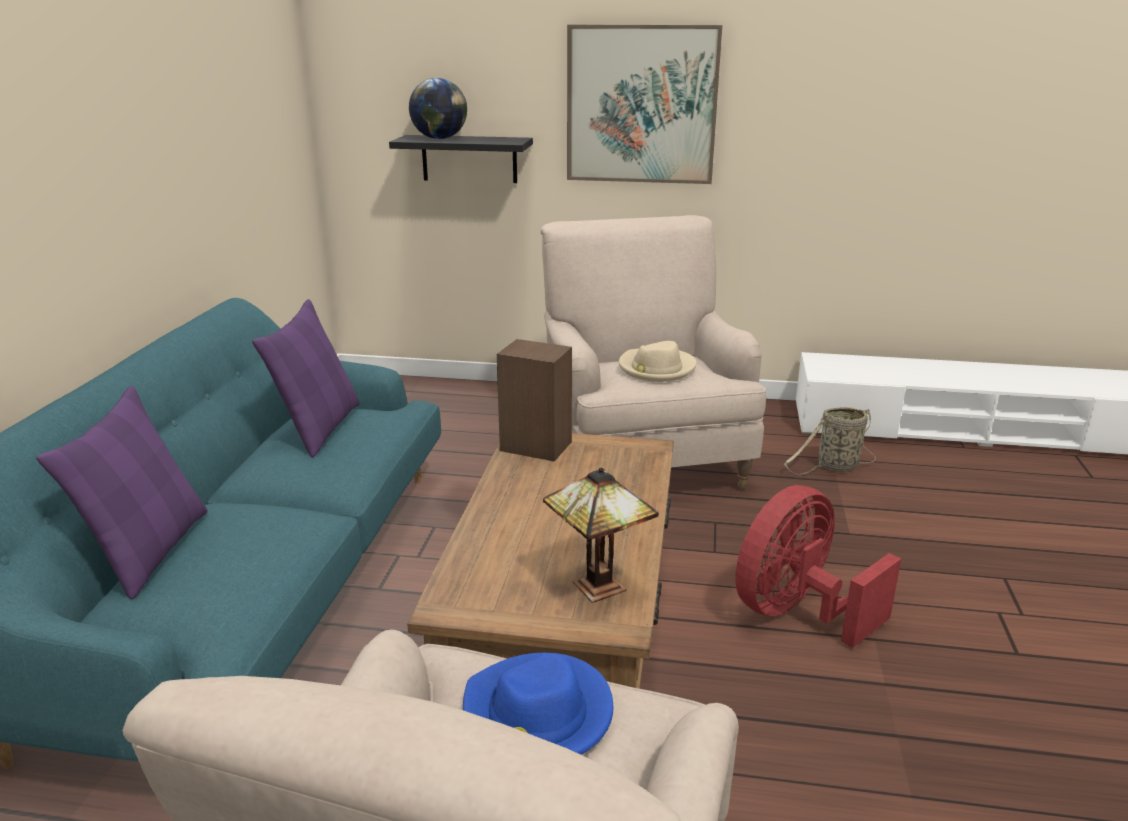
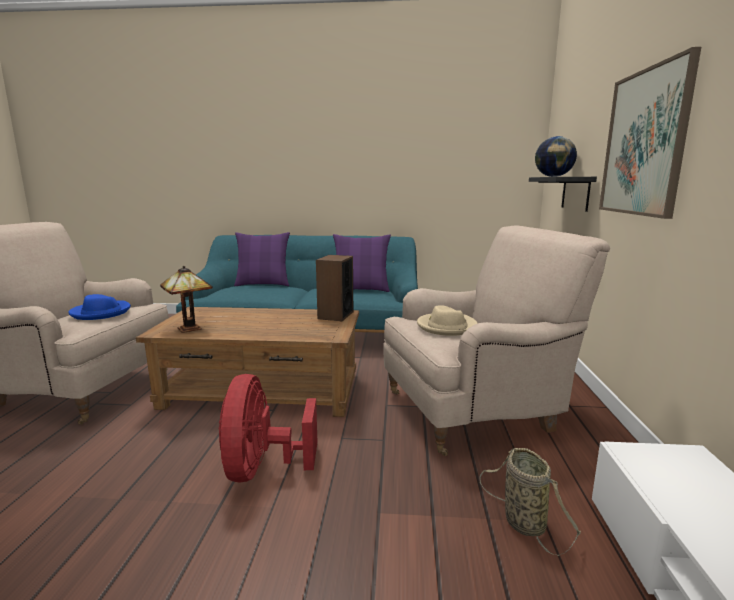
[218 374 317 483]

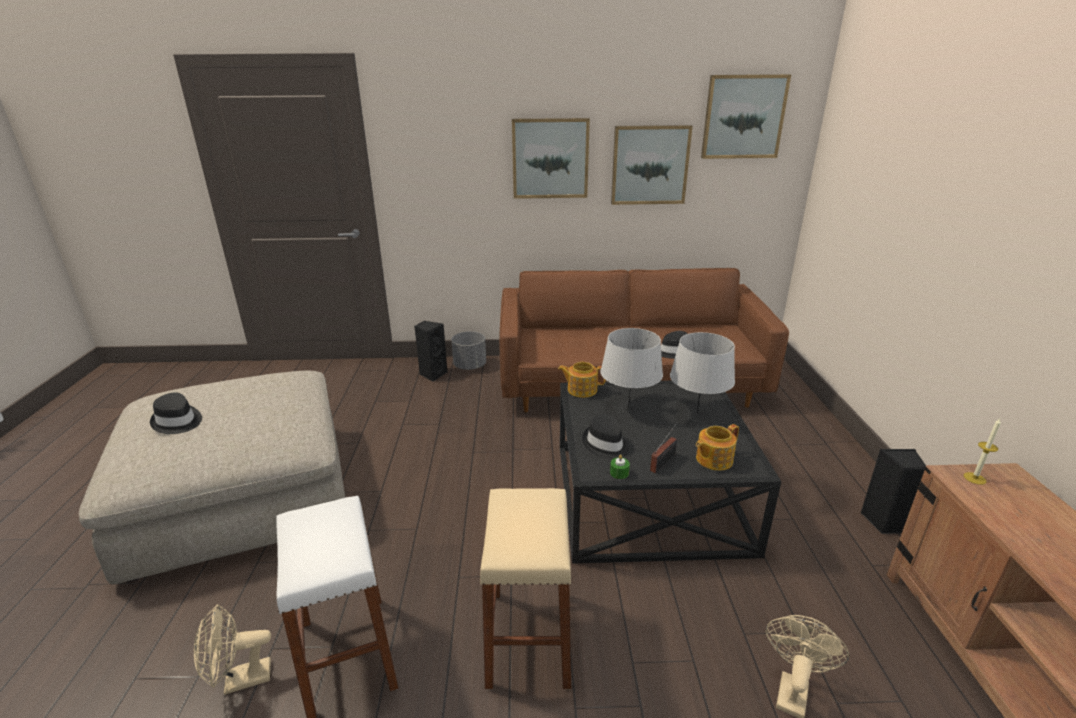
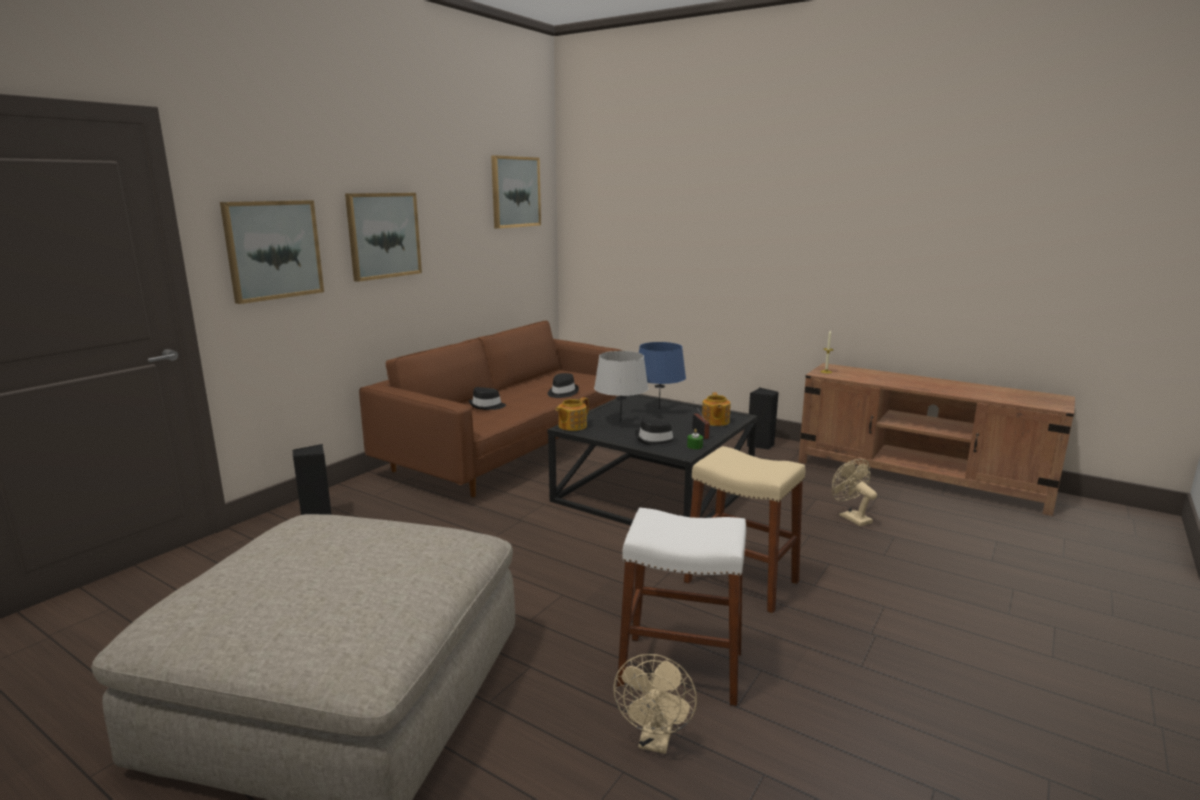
[451 331 486 370] (first image)
[469 387 506 410]
[220 200 324 304]
[639 342 686 409]

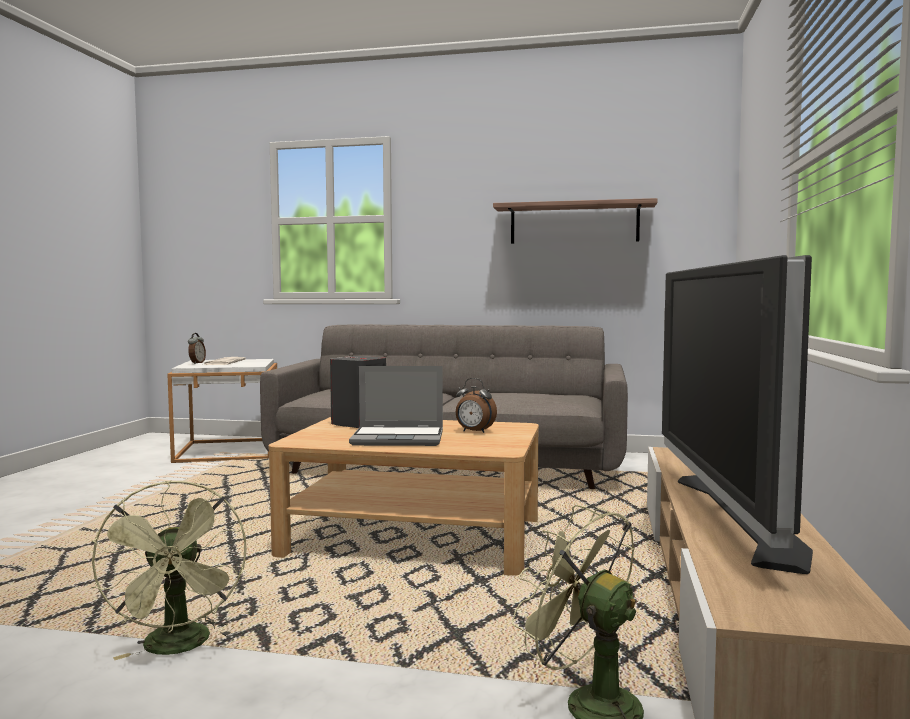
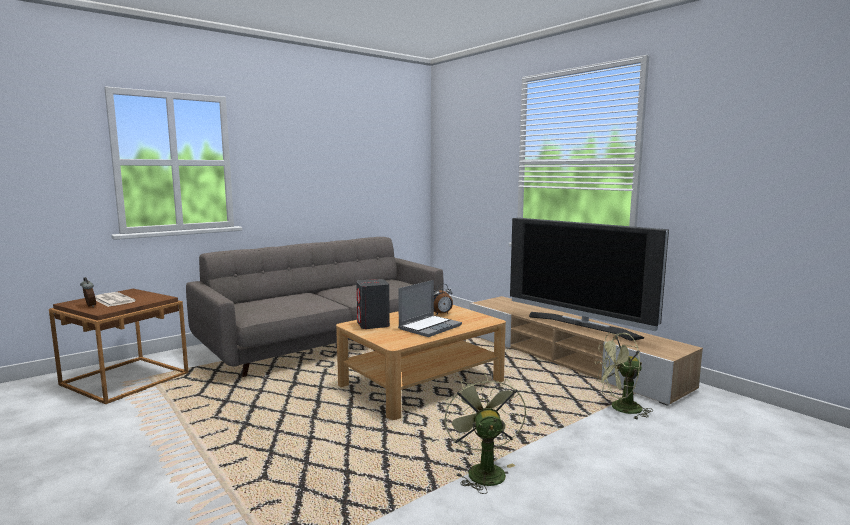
[493 198 658 244] (first image)
[49 289 189 404]
[445 374 526 494]

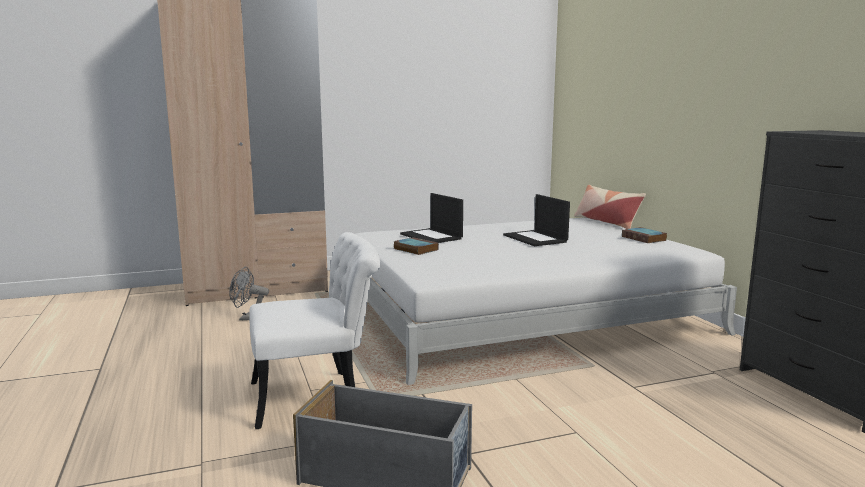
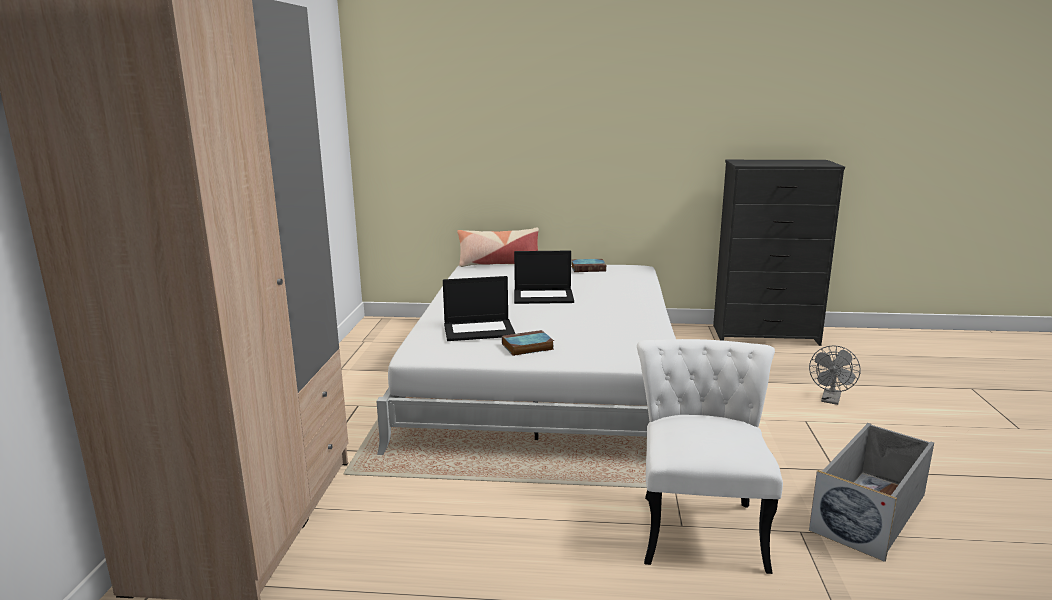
[809 346 861 405]

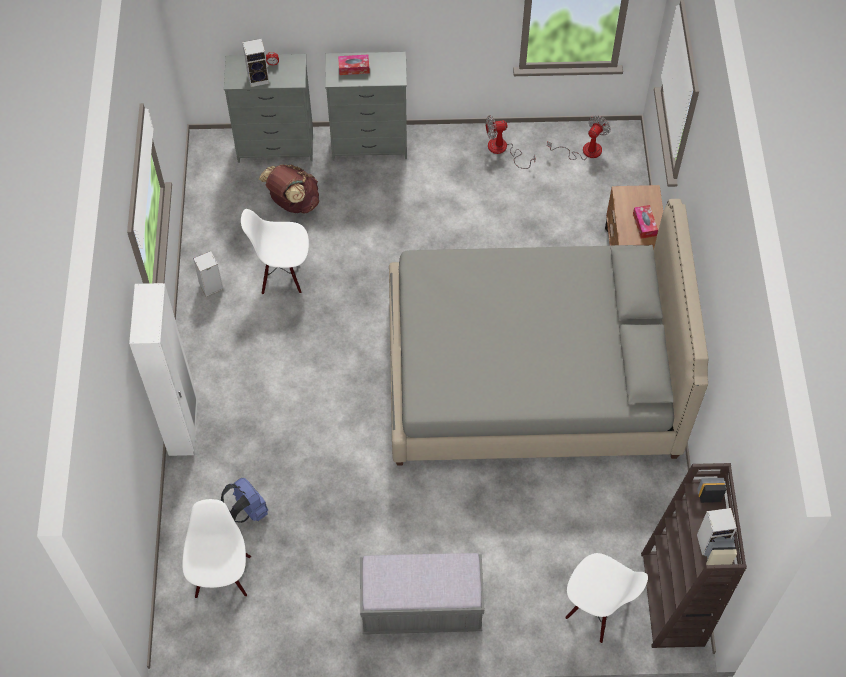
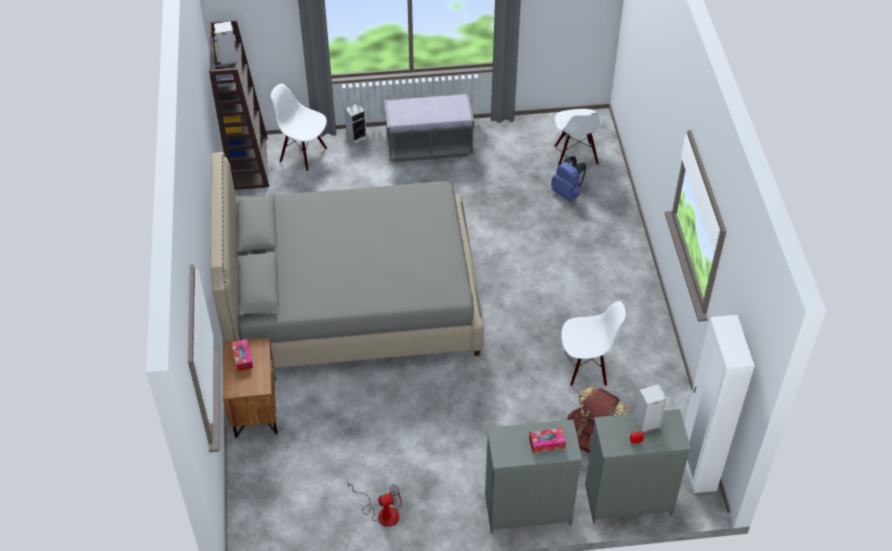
[547 116 611 160] (first image)
[684 315 755 493]
[345 104 367 144]

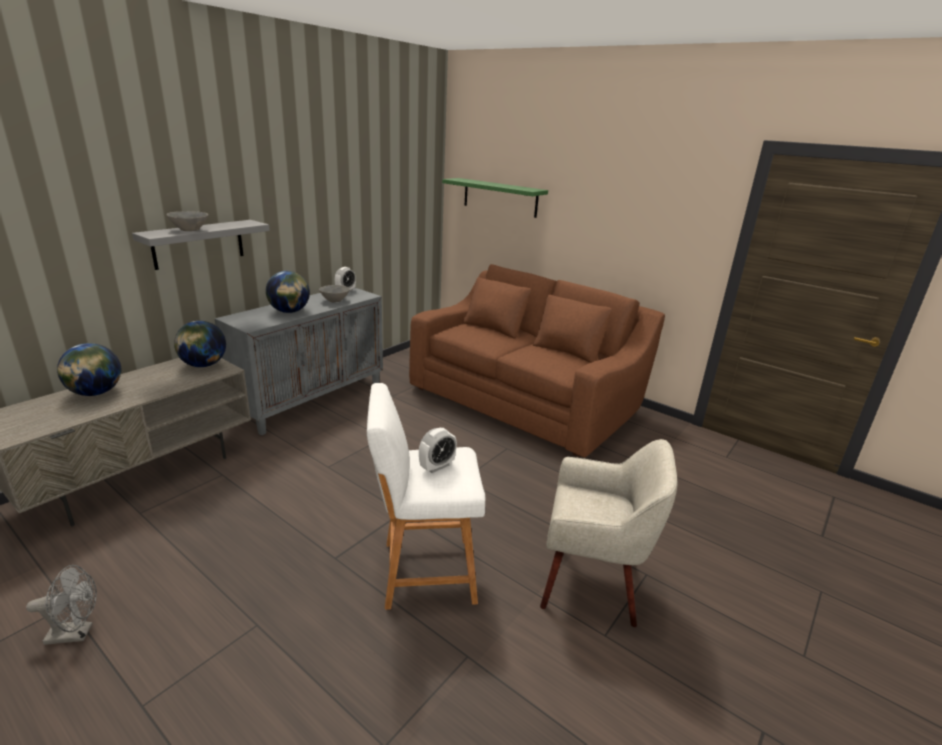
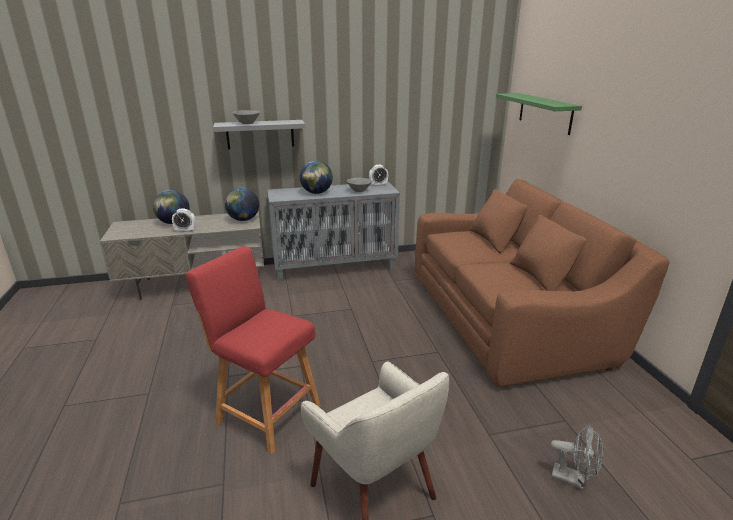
[551 425 603 490]
[172 208 196 232]
[186 246 321 454]

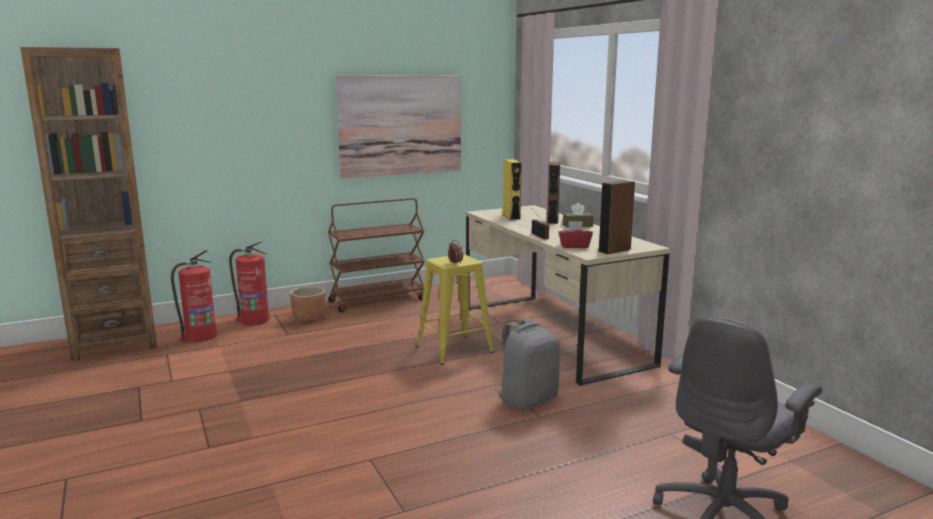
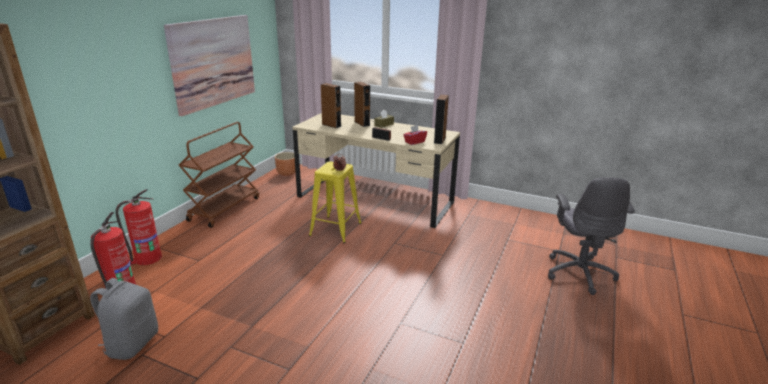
[275 152 295 176]
[90 278 158 360]
[321 83 342 128]

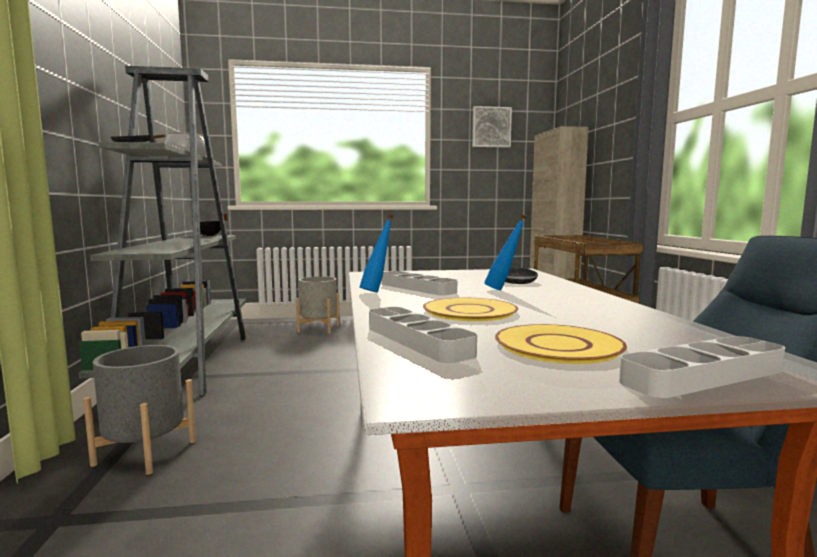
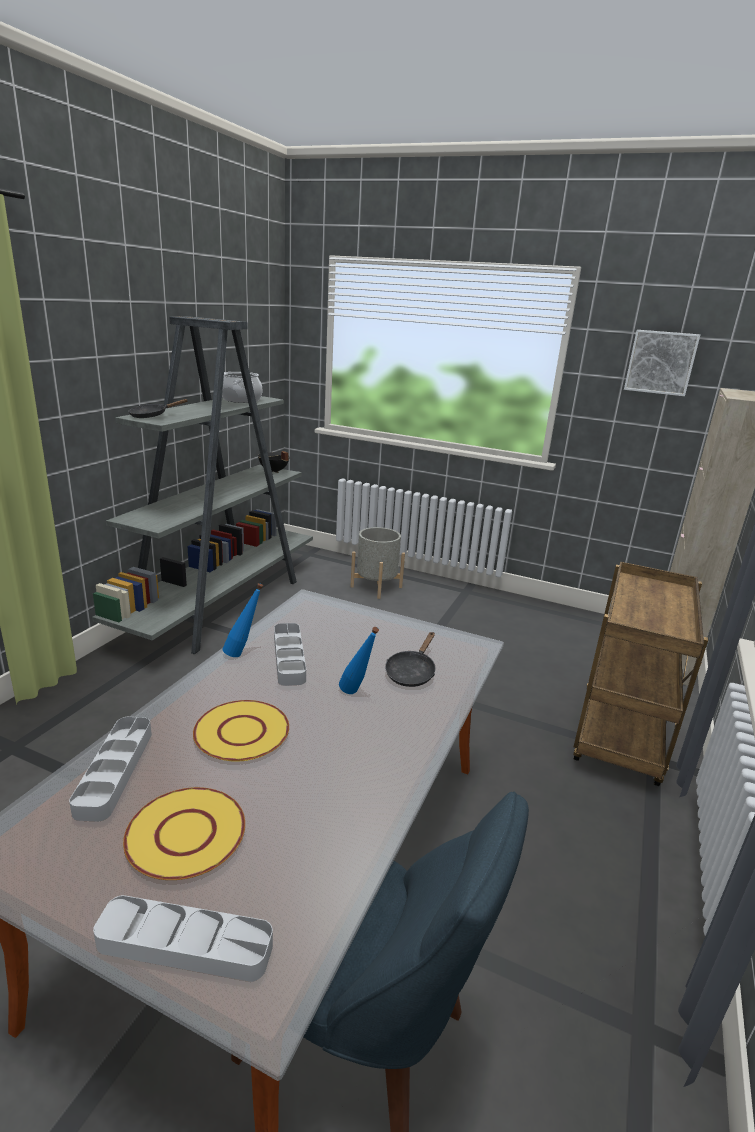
[83 345 196 475] (first image)

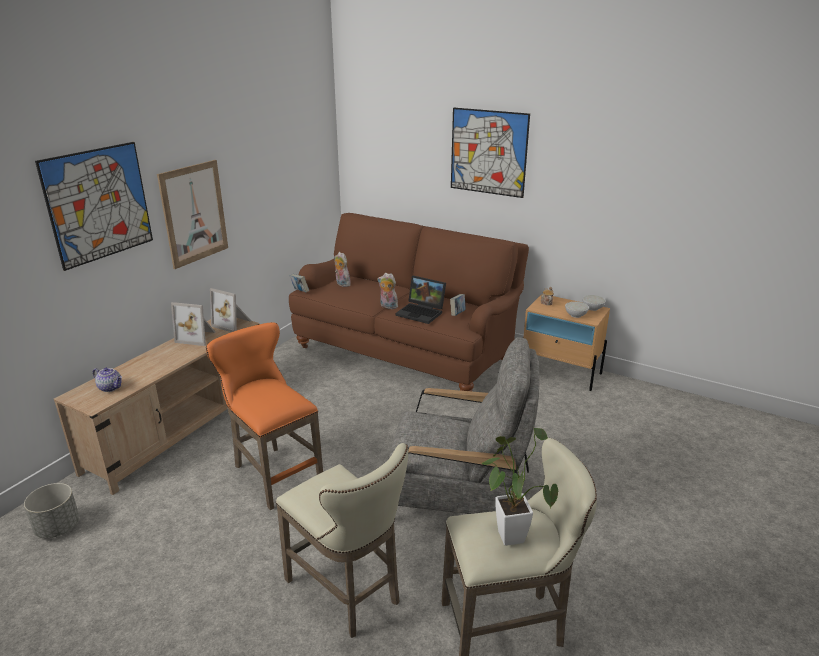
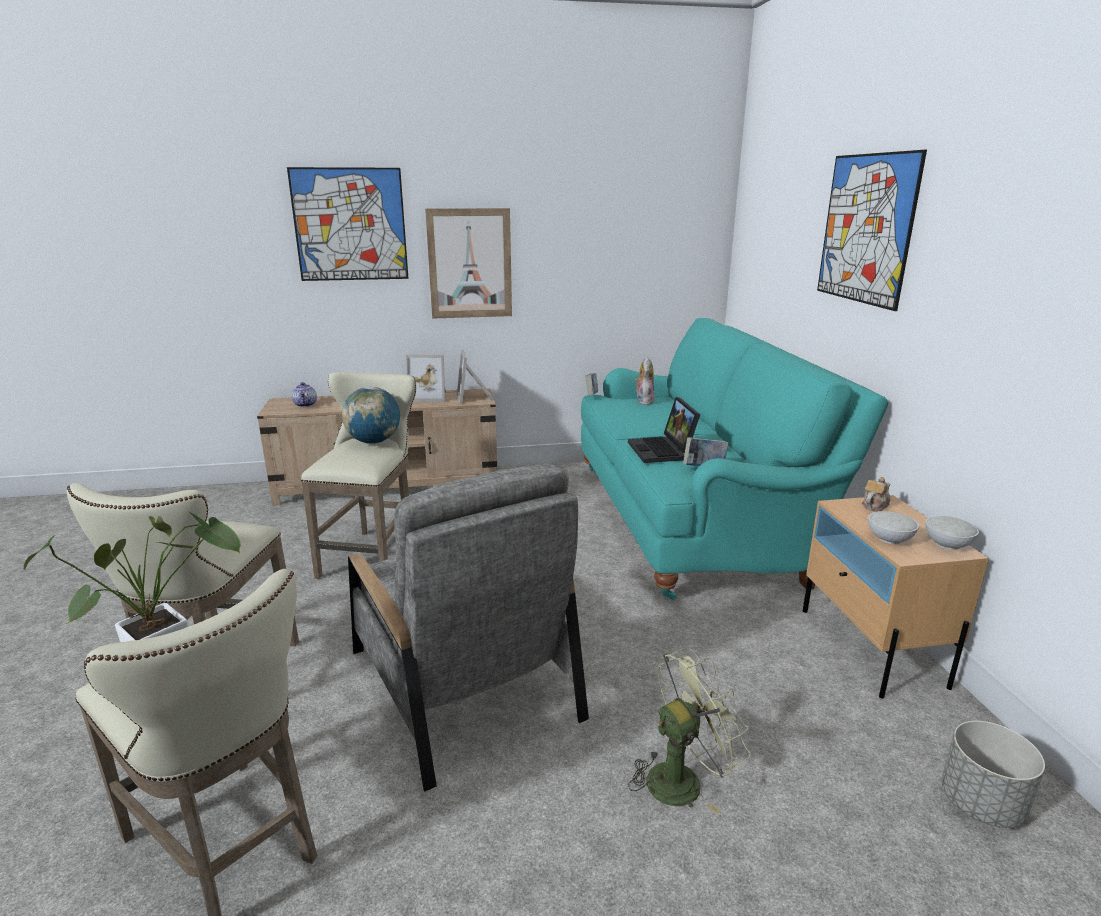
[378 273 398 309] (first image)
[342 387 400 444]
[628 647 751 814]
[942 721 1045 827]
[301 372 416 579]
[581 318 889 601]
[406 355 446 402]

